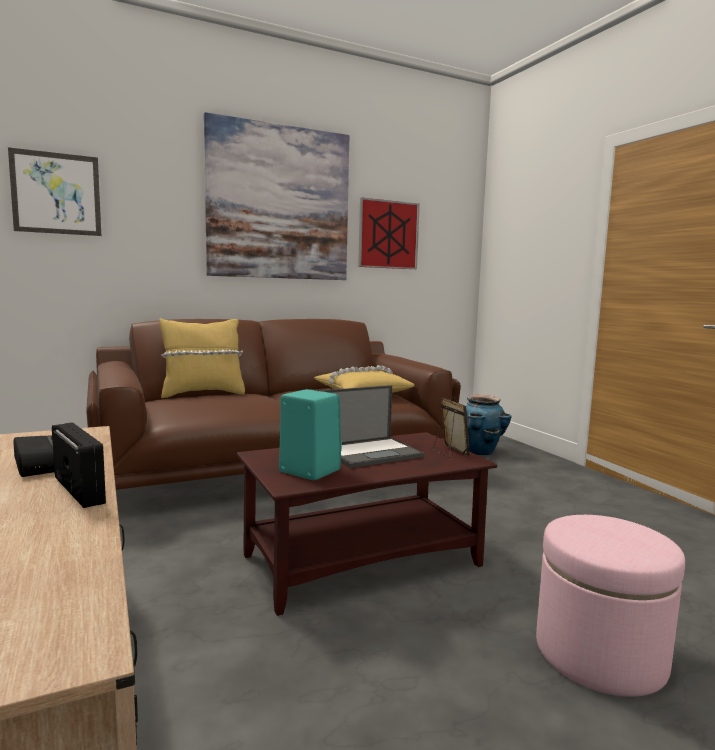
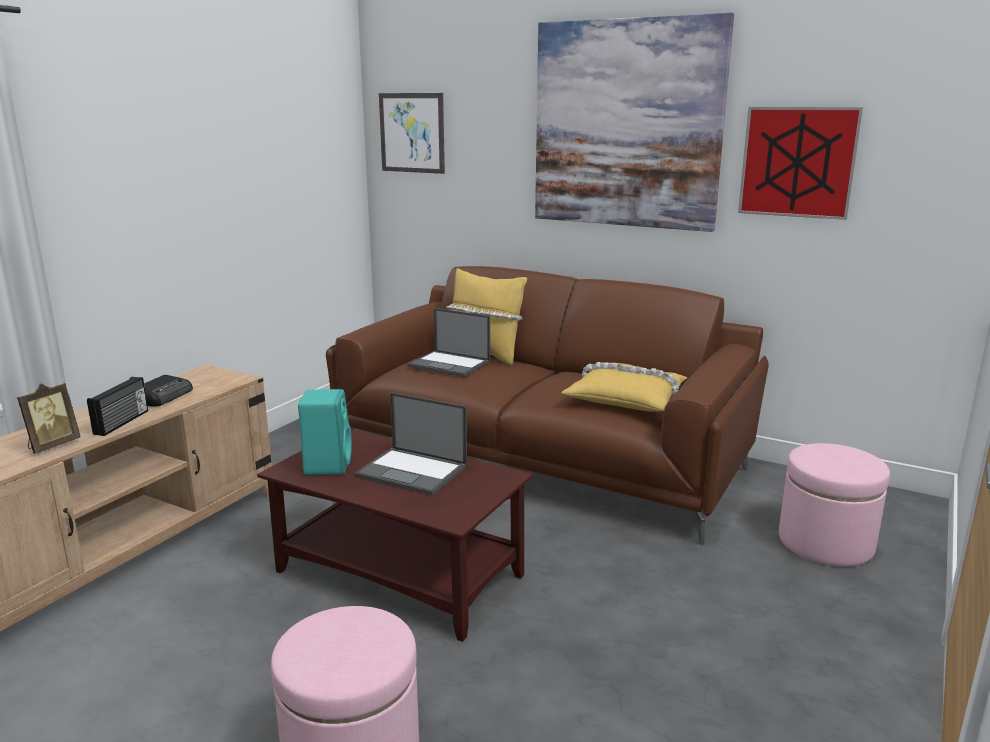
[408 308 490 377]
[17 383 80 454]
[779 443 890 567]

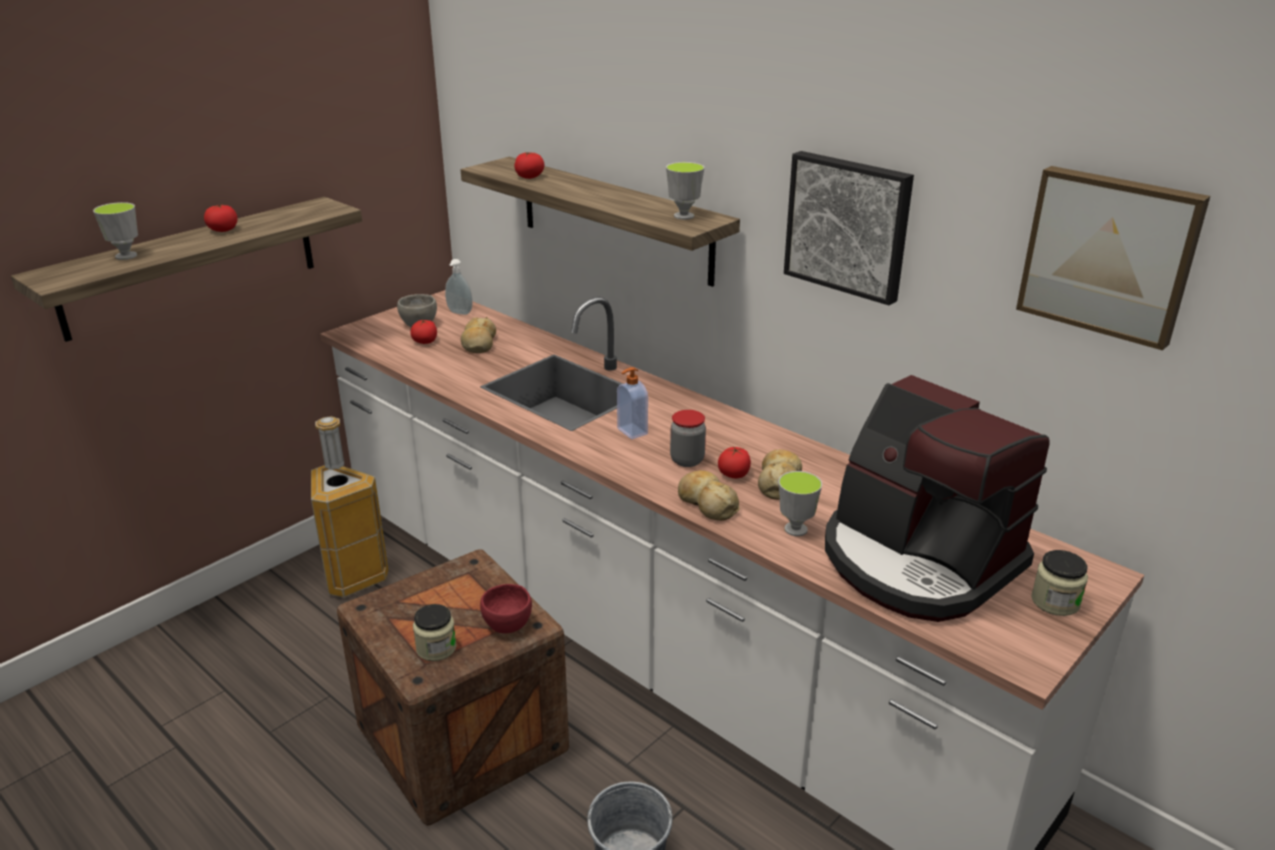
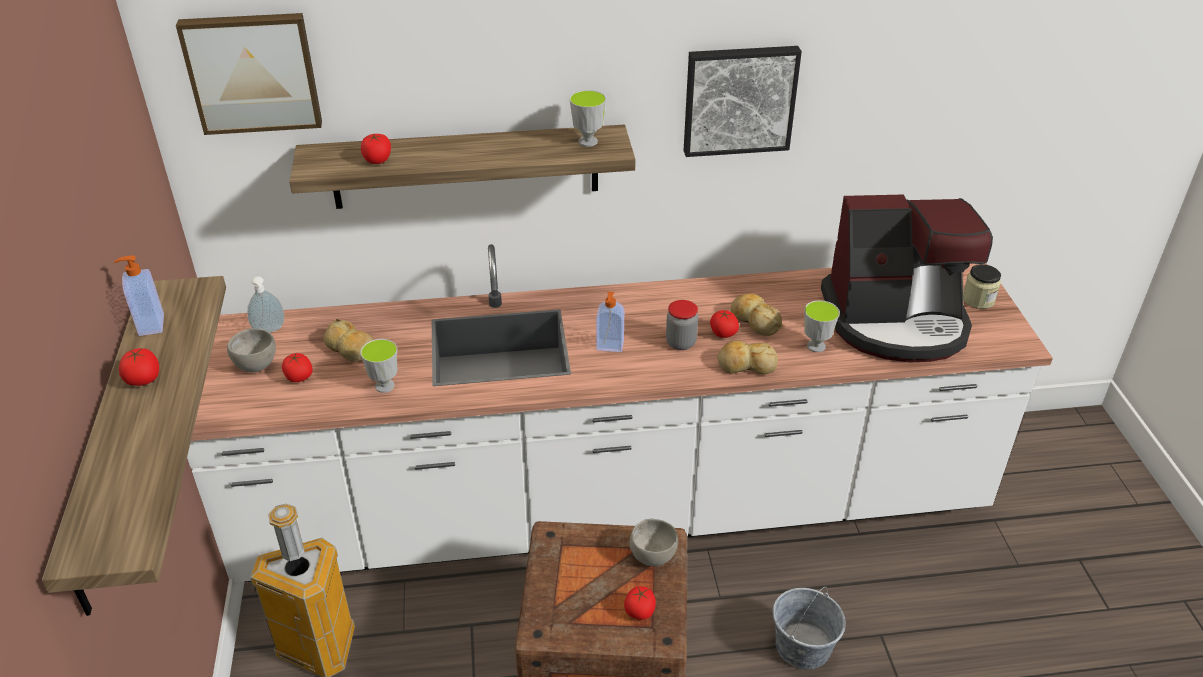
[114 256 164 336]
[360 339 397 393]
[176 13 322 135]
[624 586 656 620]
[629 519 678 566]

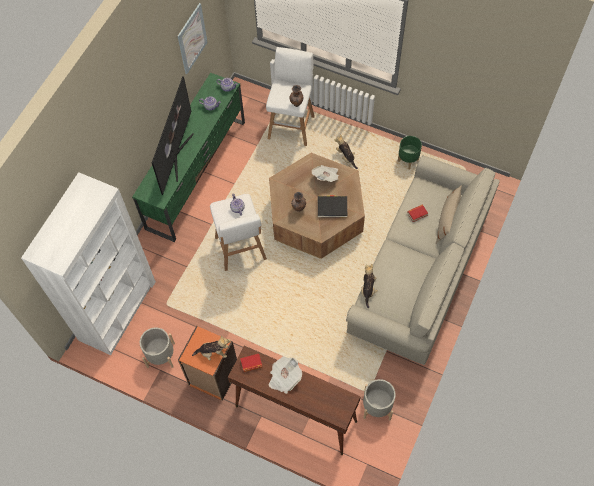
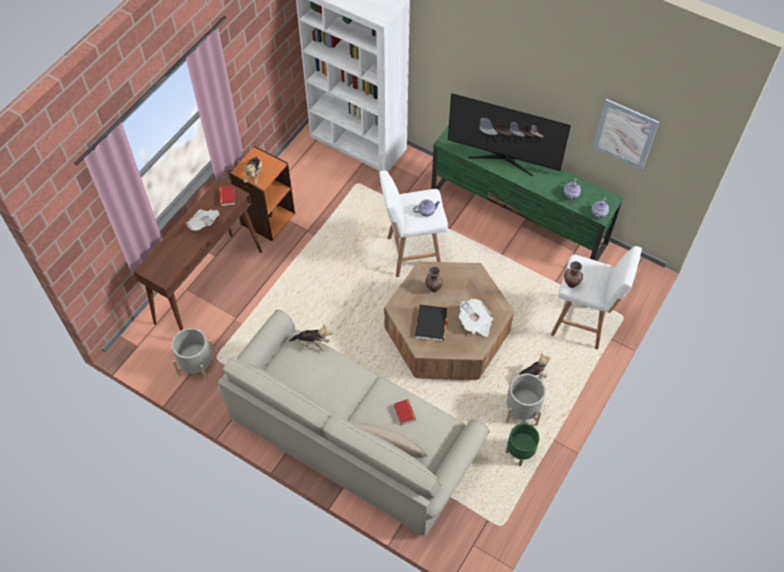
[506 374 546 426]

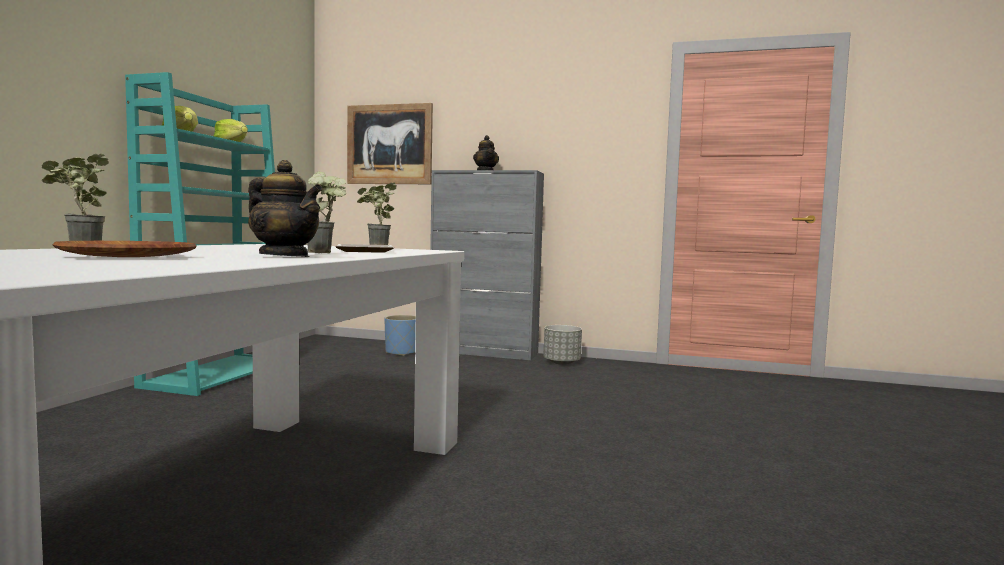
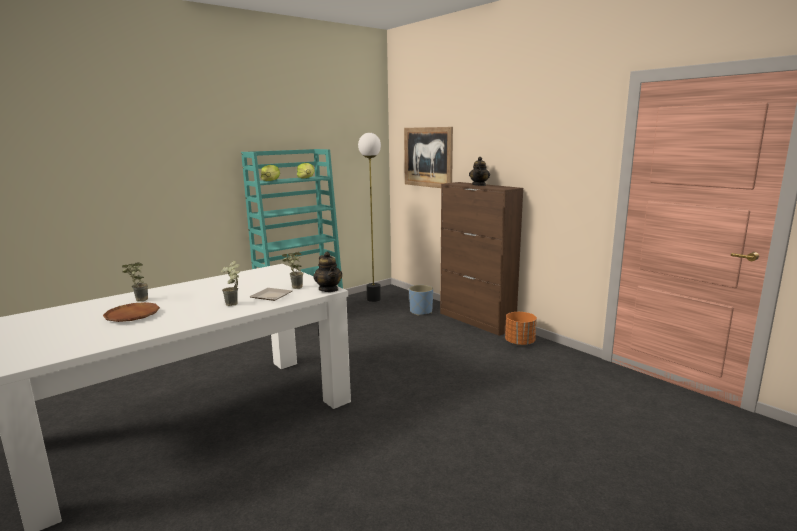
[358 133 381 302]
[313 252 342 292]
[440 182 523 336]
[505 312 537 346]

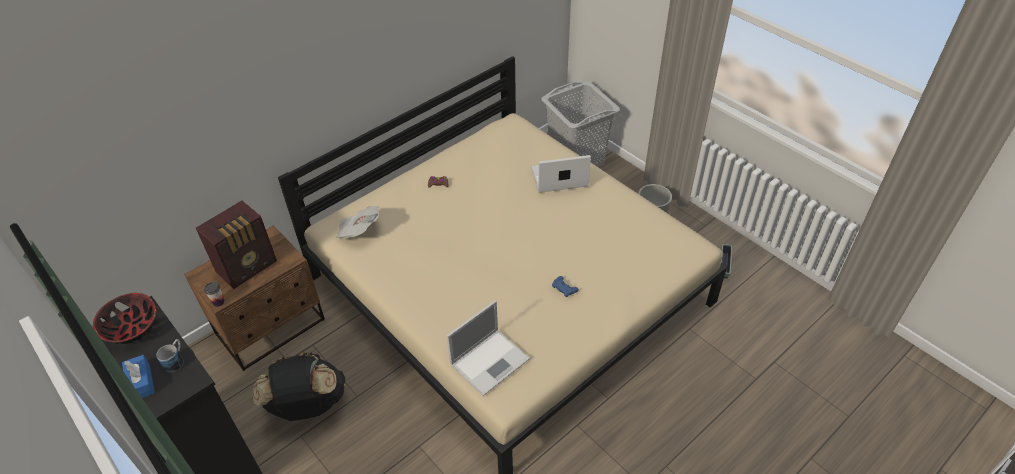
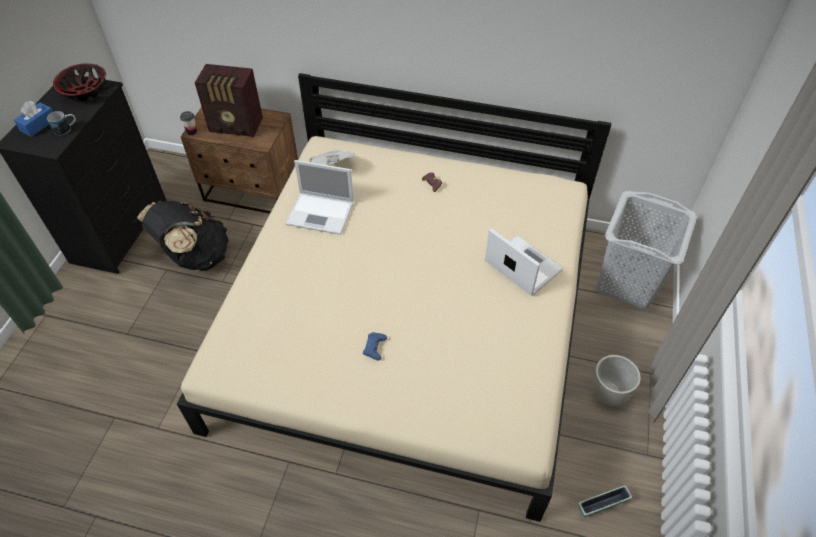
[285 160 354 235]

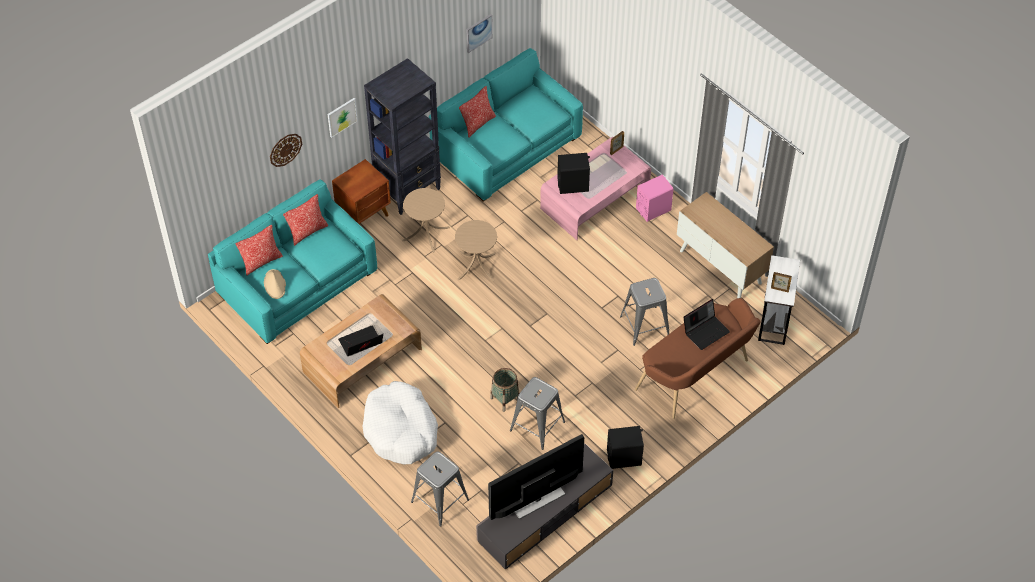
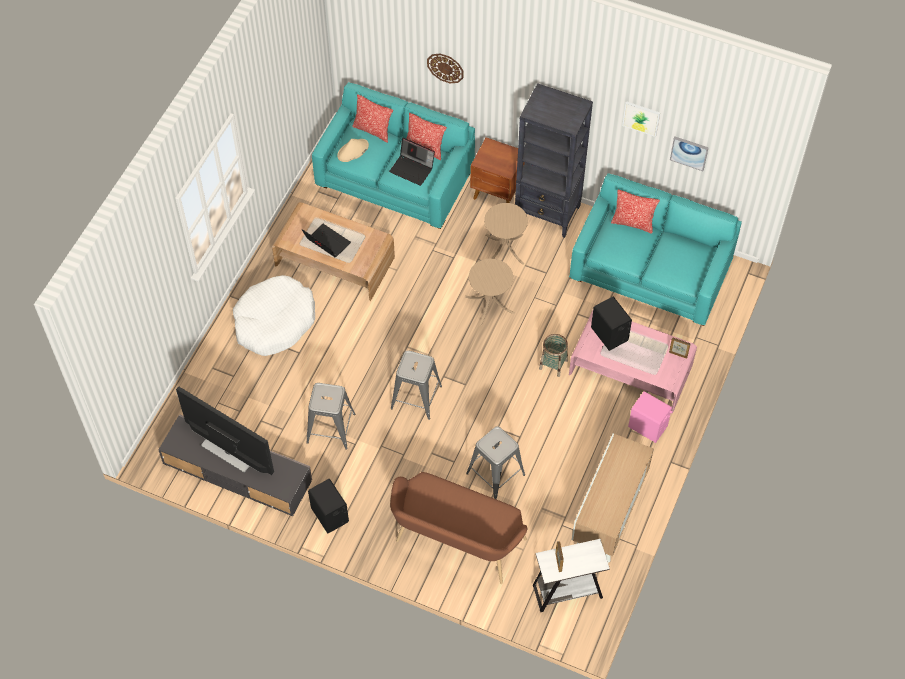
[622 101 660 137]
[391 350 442 420]
[539 334 568 377]
[389 138 435 186]

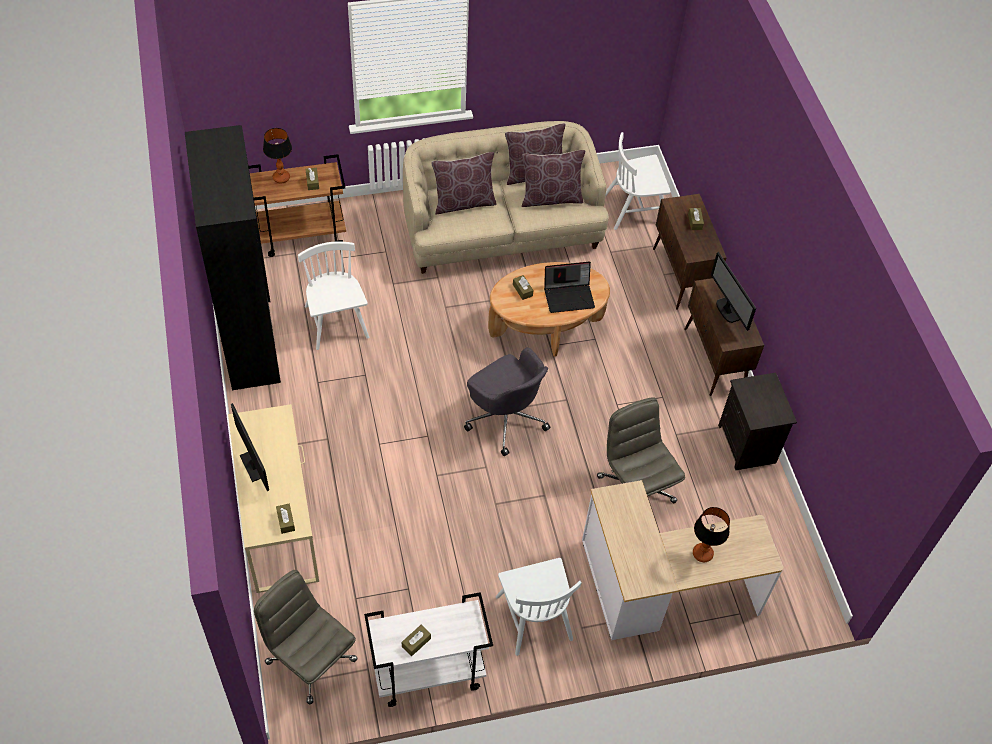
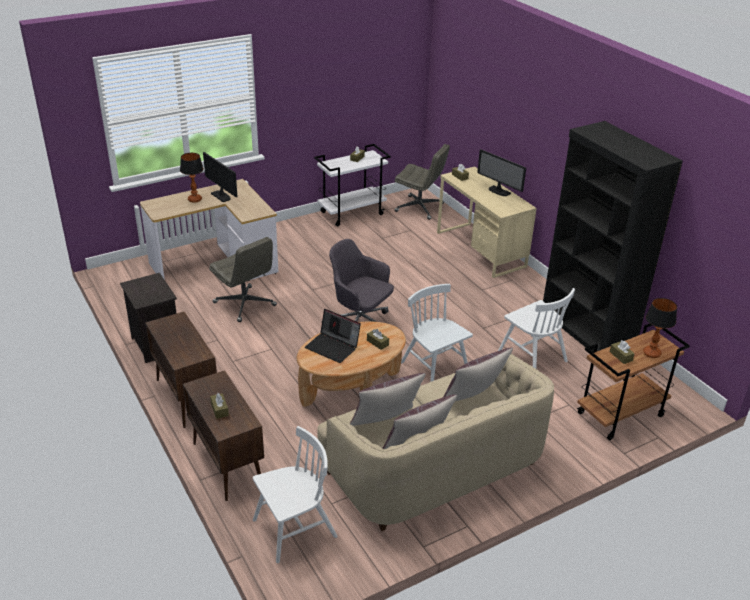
[401 284 473 382]
[203 152 238 202]
[305 309 361 363]

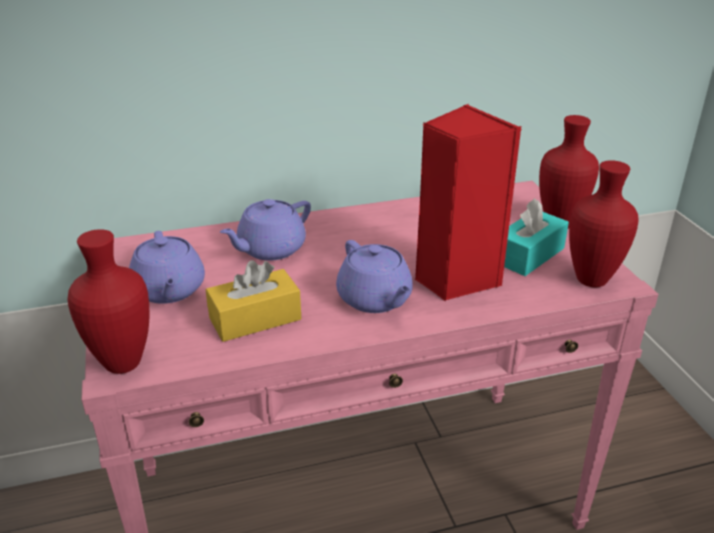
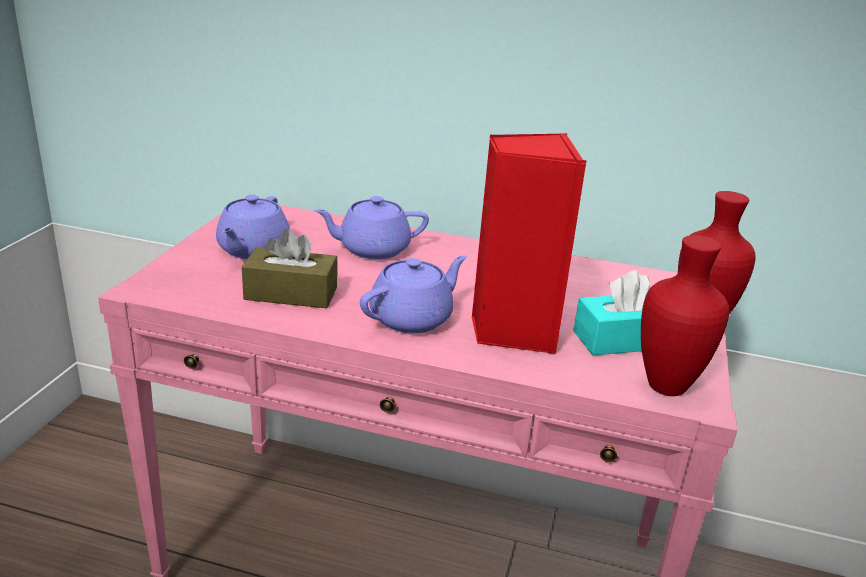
[67 229 150 374] (first image)
[242 229 337 308]
[360 255 467 333]

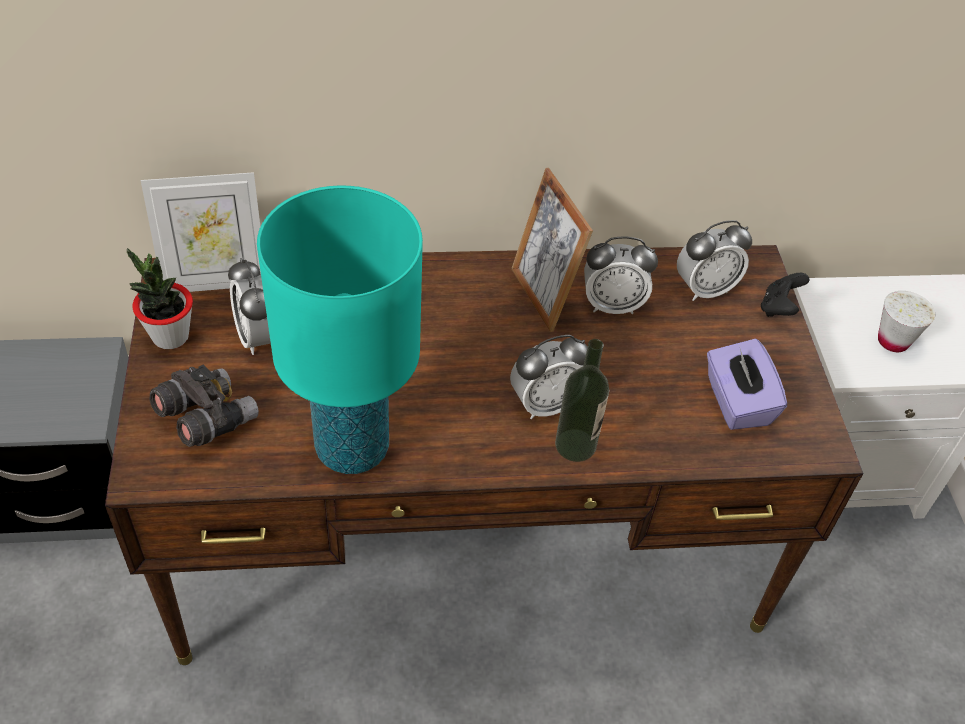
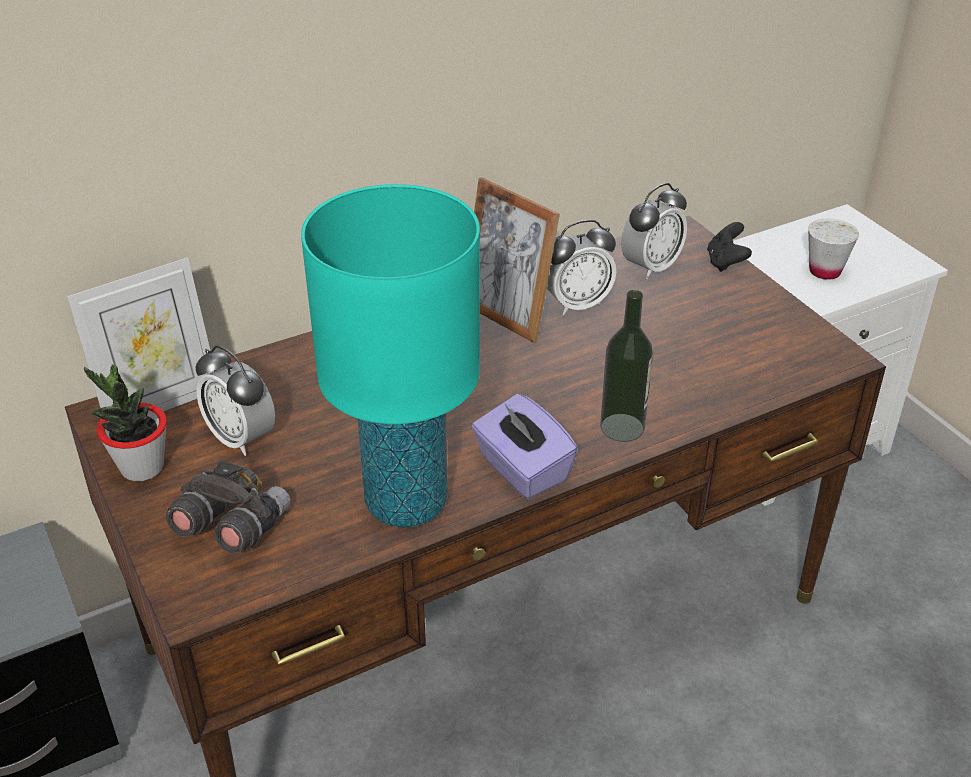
[510 335 588 419] (first image)
[472 394 578 499]

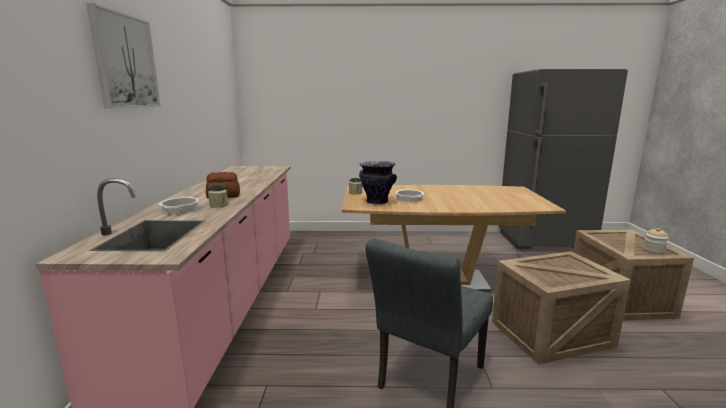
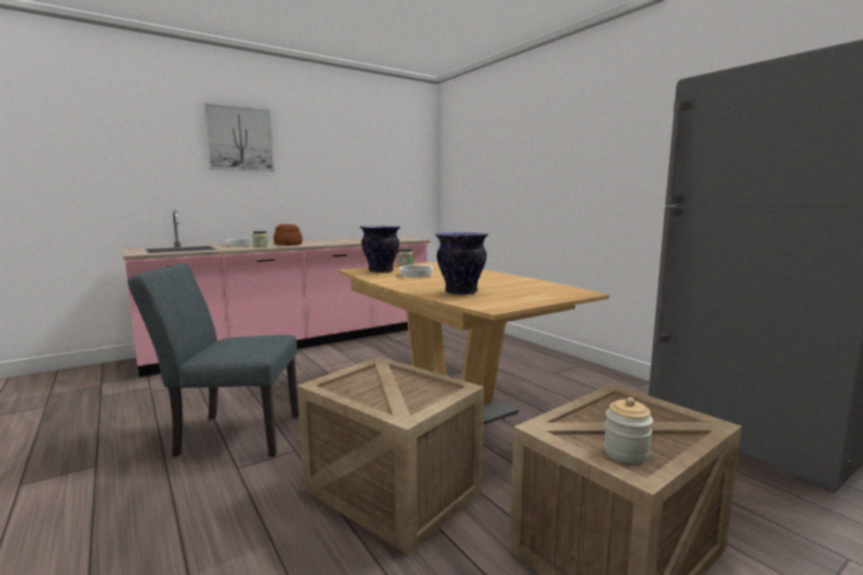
[435 232 489 295]

